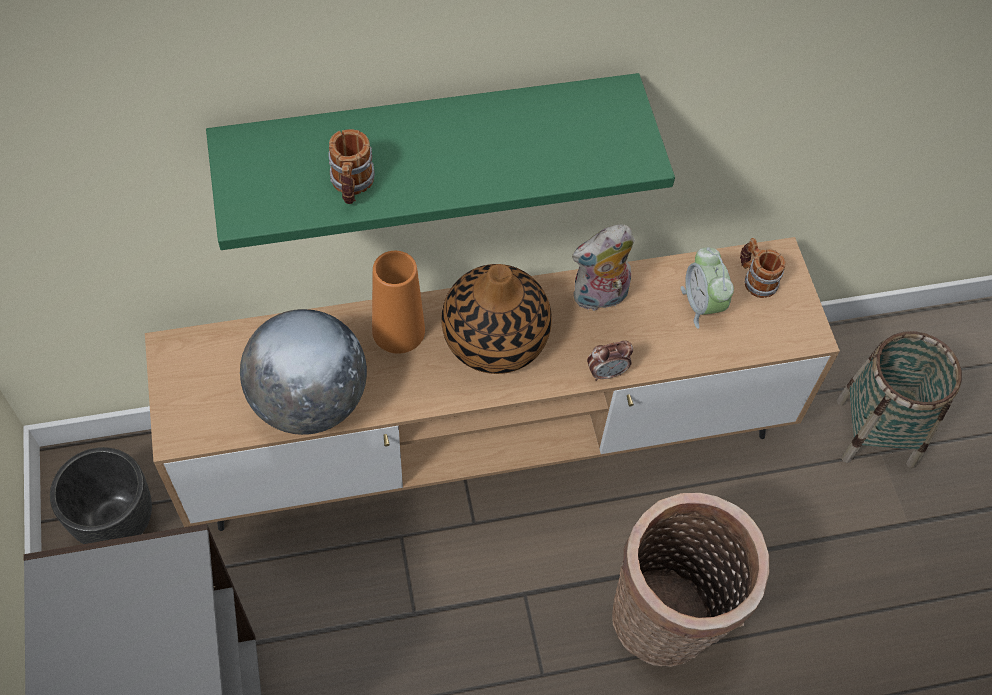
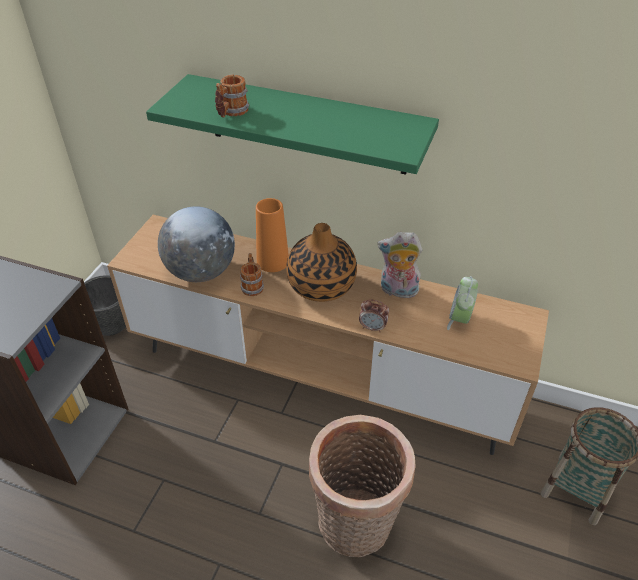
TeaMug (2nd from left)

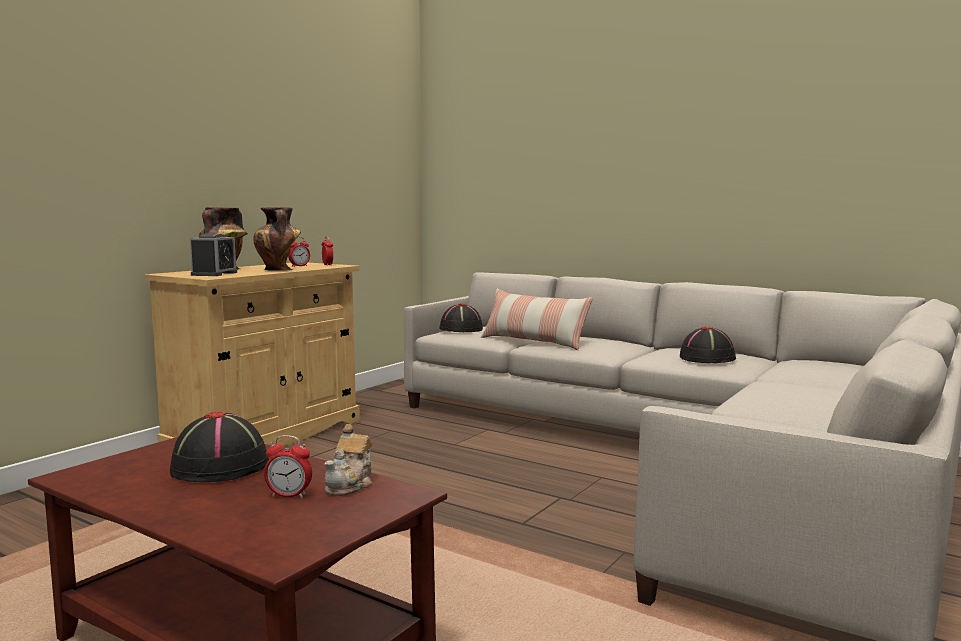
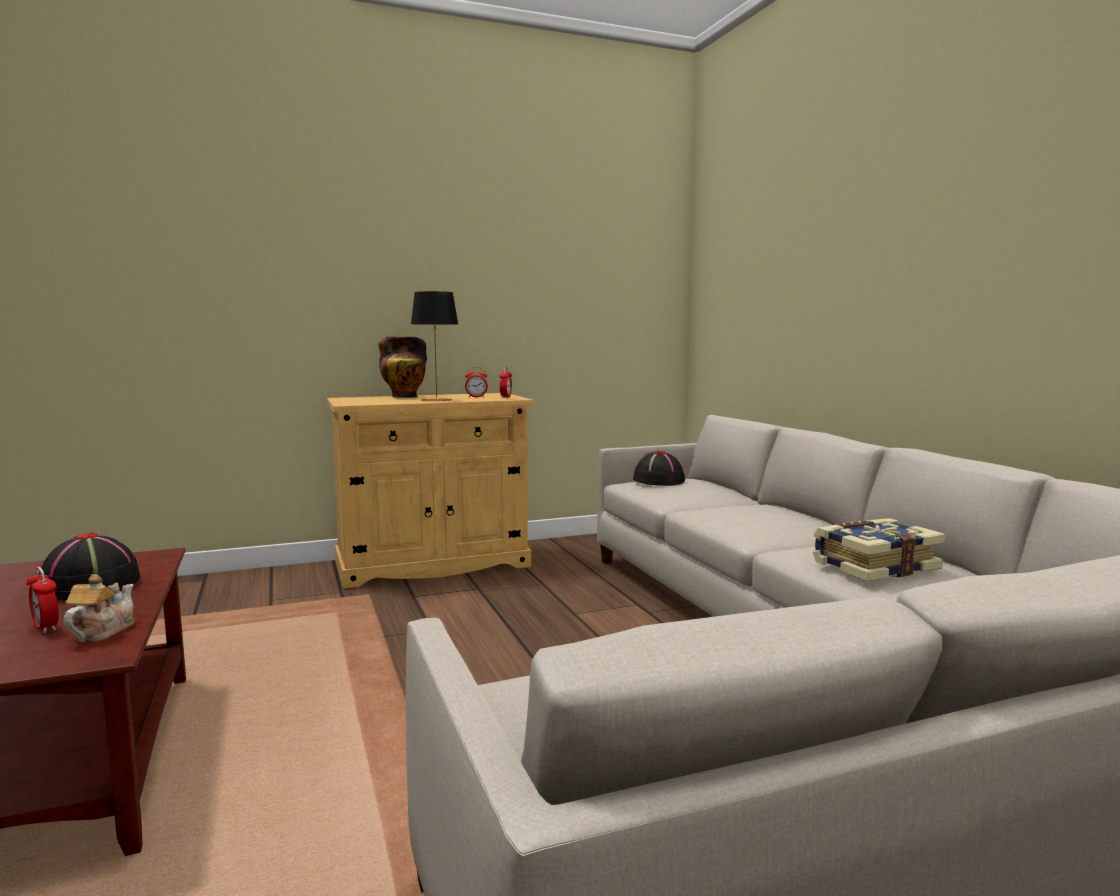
AlarmClock (1st from left in the first image)
ThrowPillow
LampForATable
BoundBook
Teapot

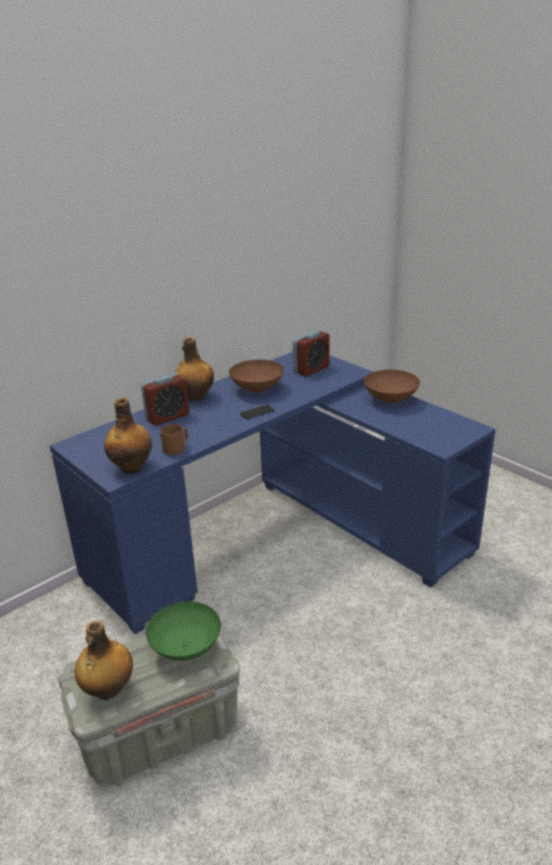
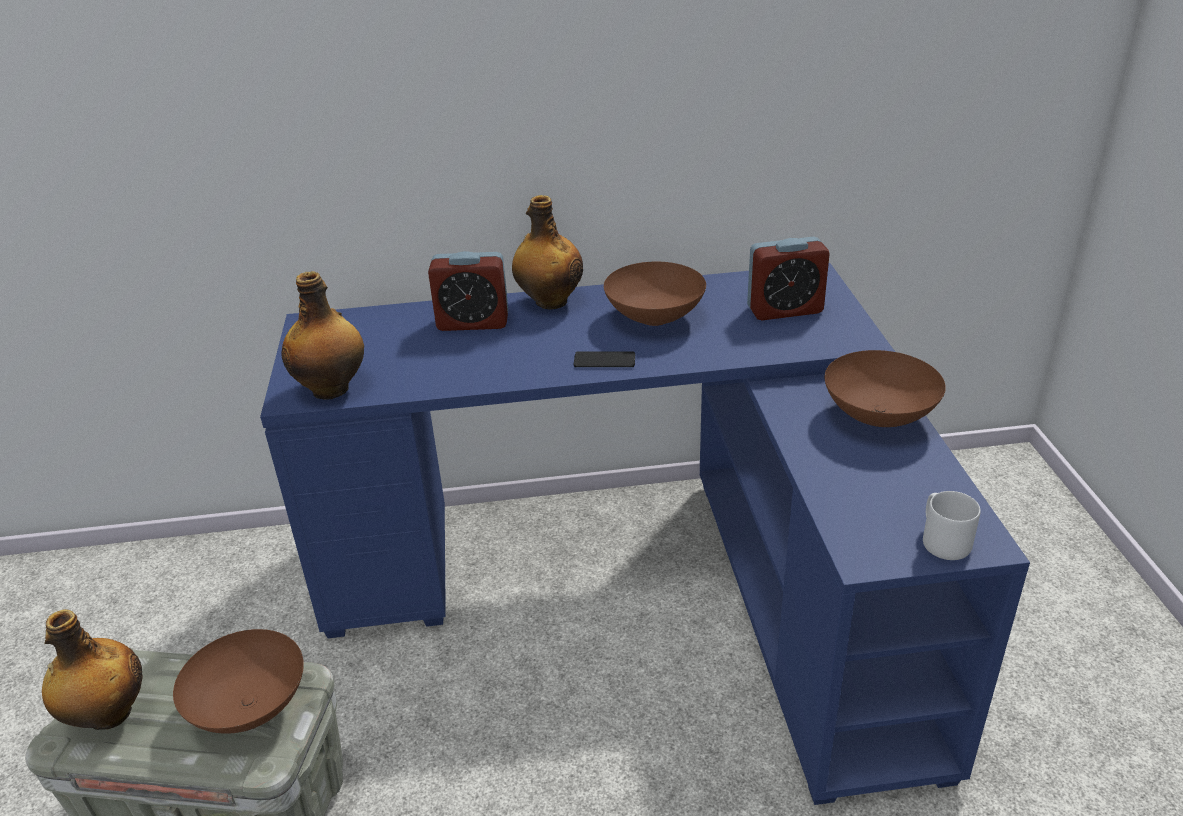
BrownColouredTeaMug
GrayTeaMug
BrownColouredDeepDish (1st from left)

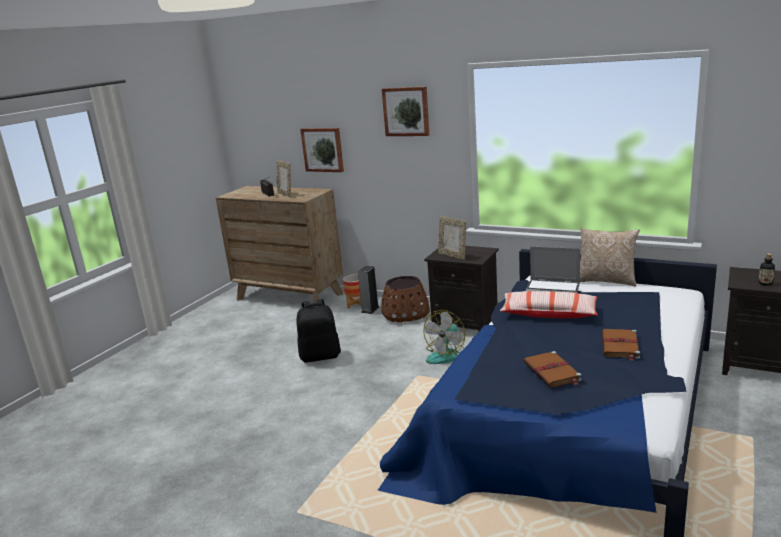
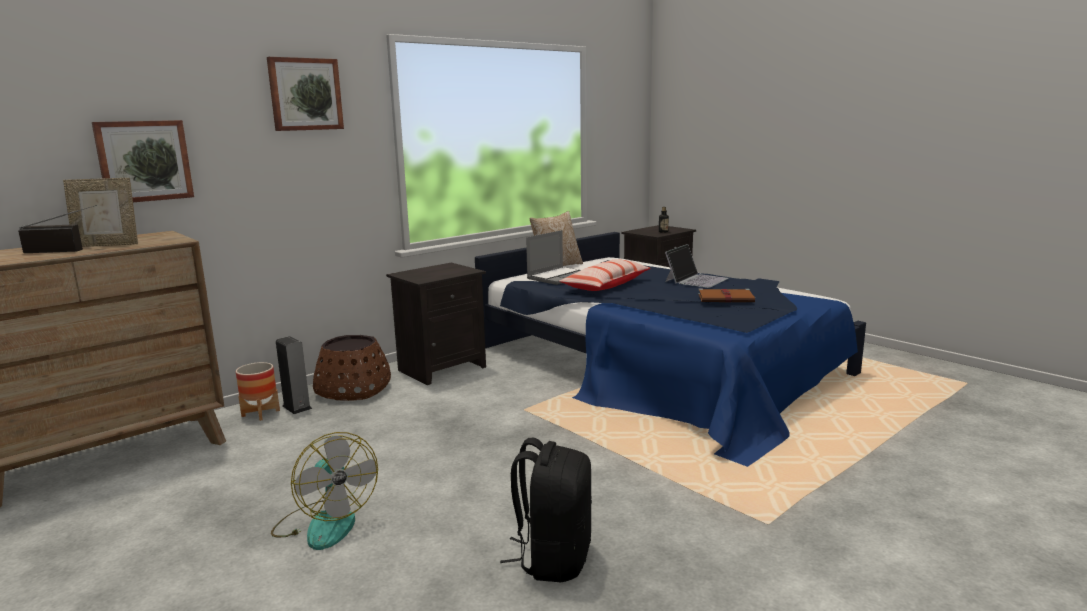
PictureFrame (2nd from left in the first image)
BlackColouredKnapsack
ElectricFan
NotebookComputer (2nd from left)

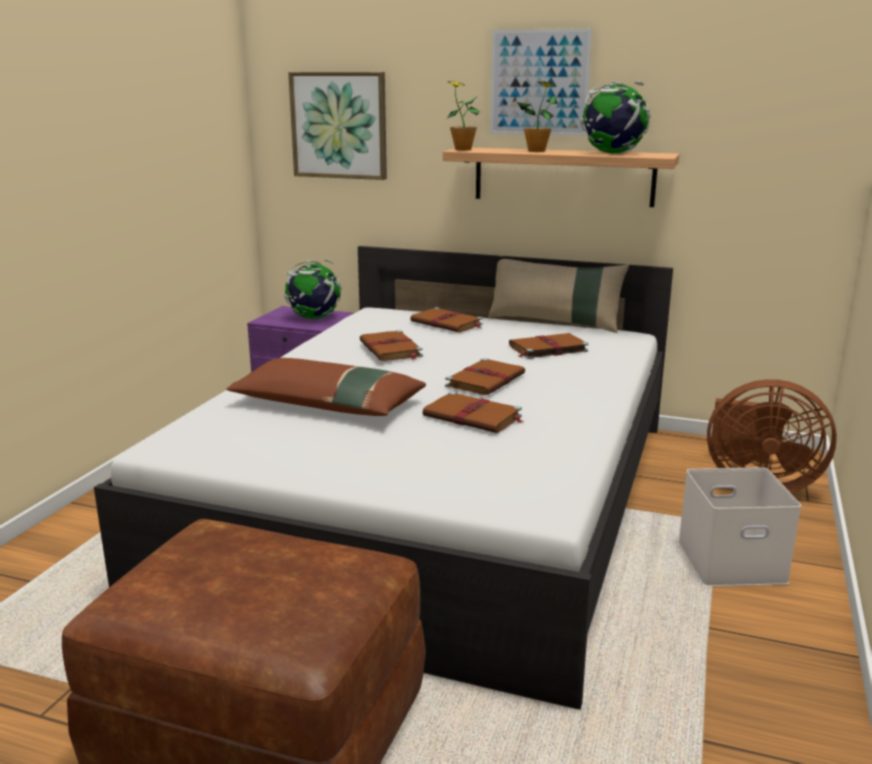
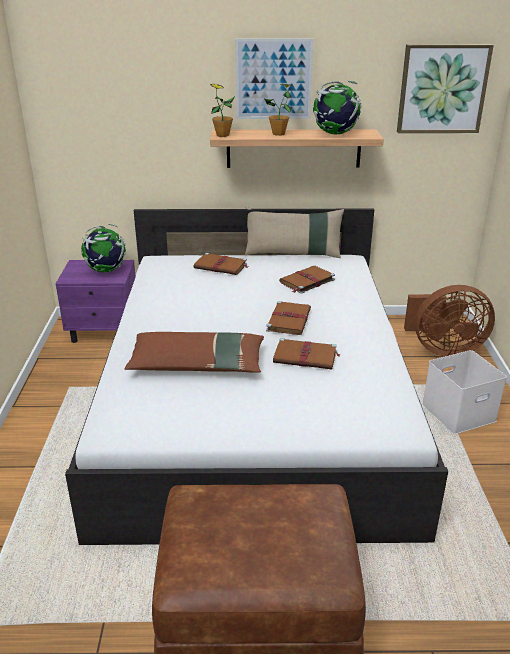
BrownColouredBoundBook (1st from left in the first image)
Picture (2nd from left)

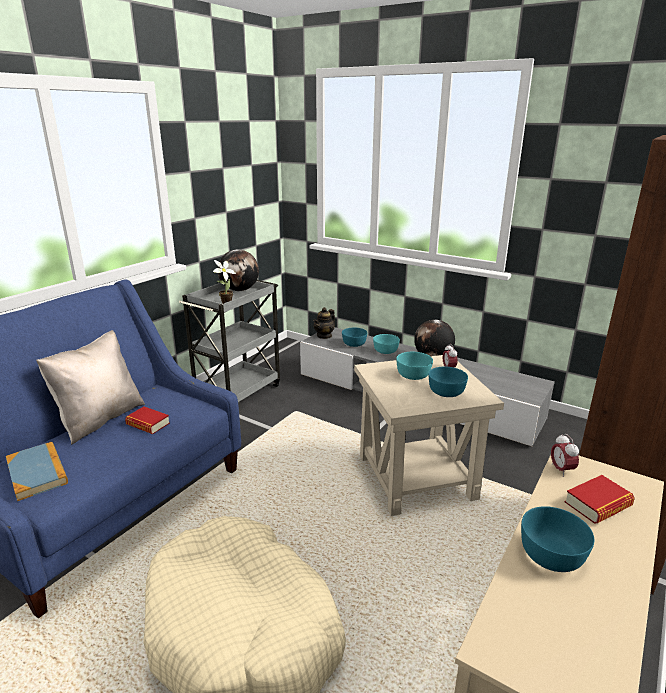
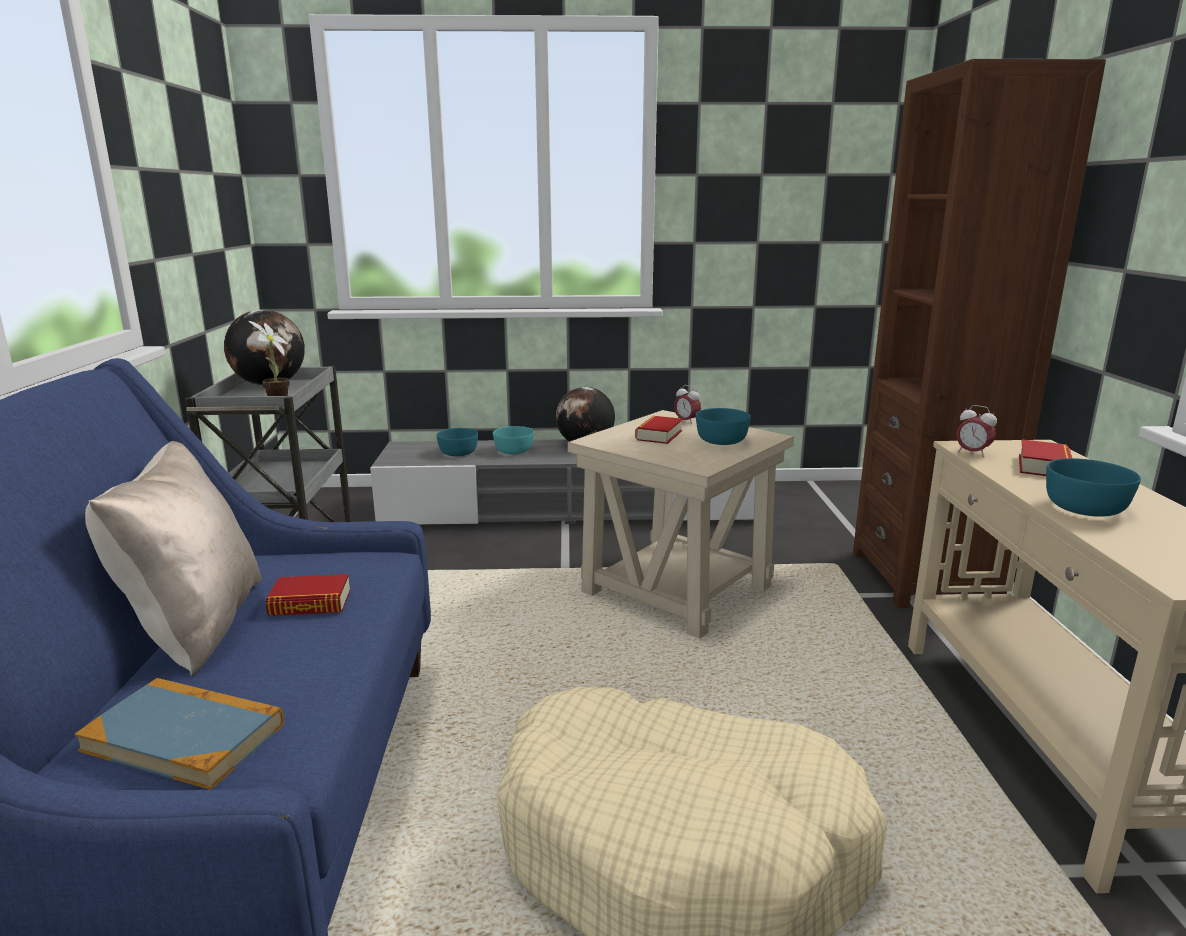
Teapot
BoundBook (3rd from left)

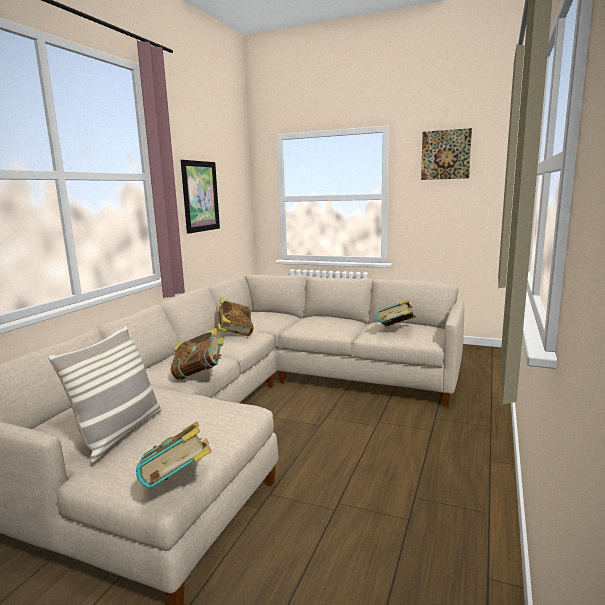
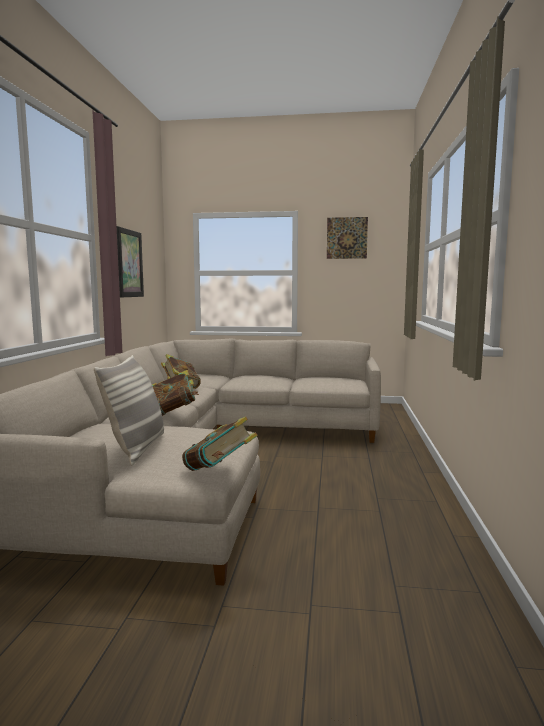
BoundBook (4th from left in the first image)

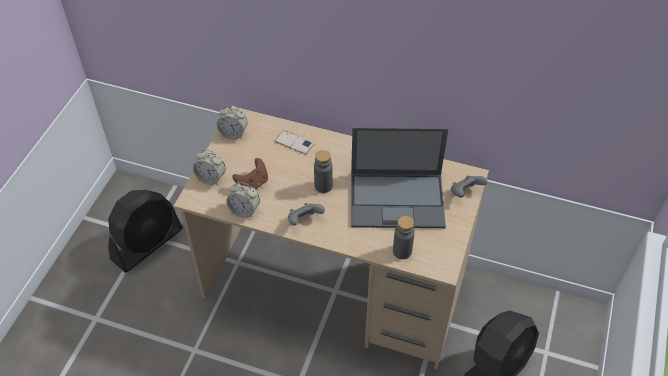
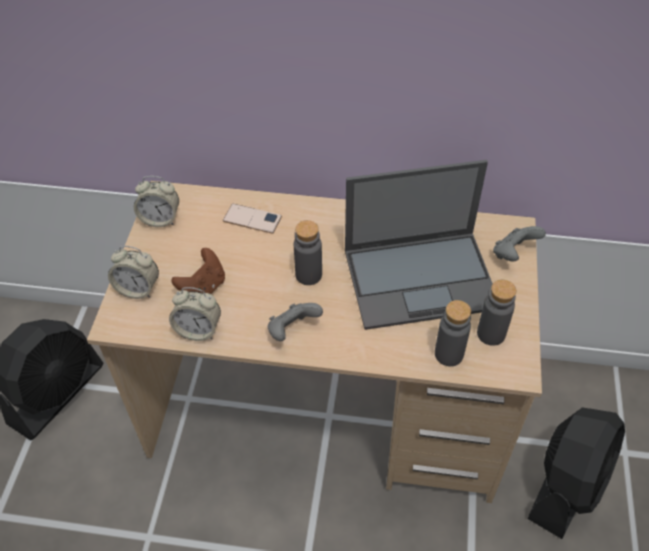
GrayBeverageBottle (3rd from left)

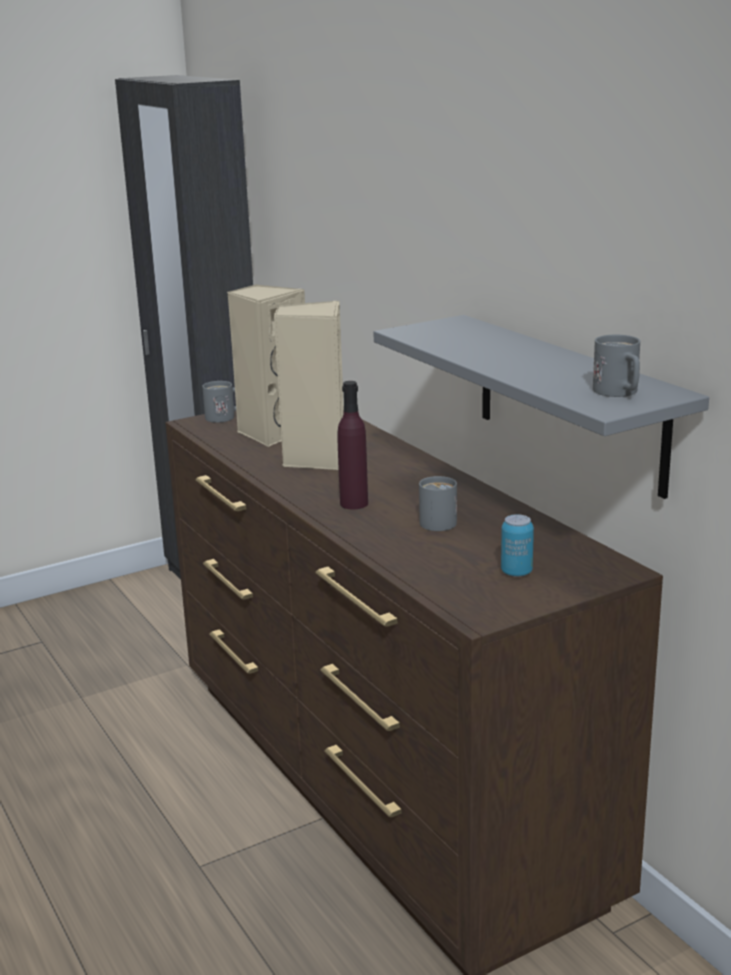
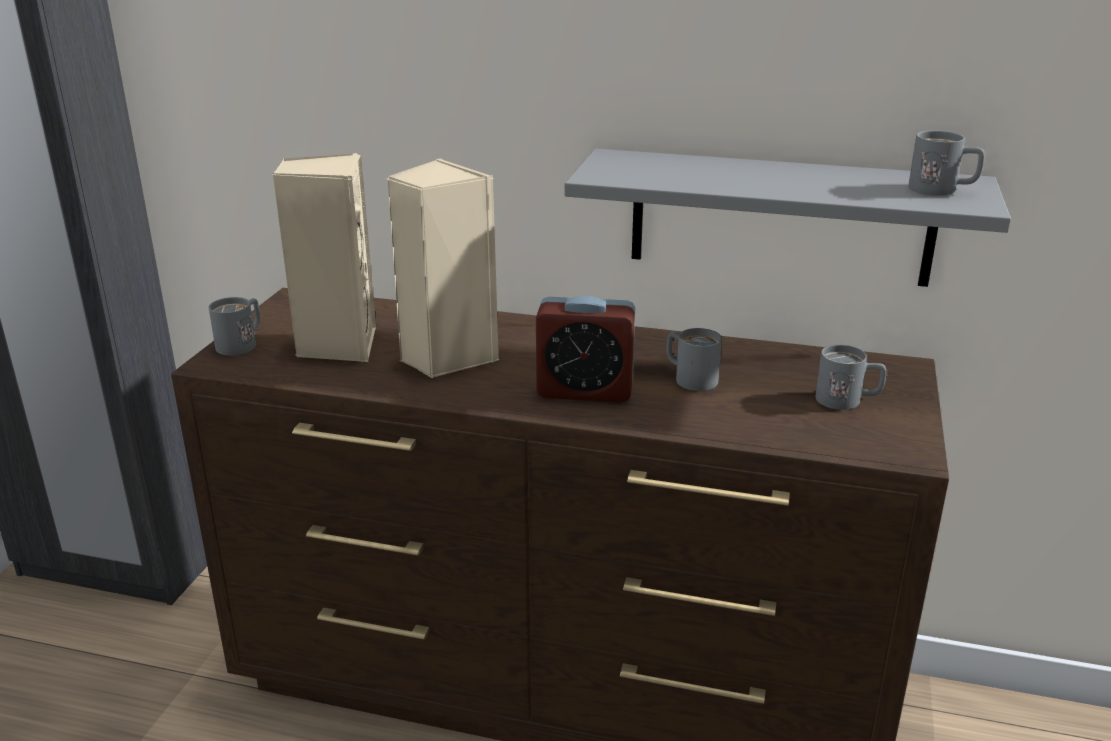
AlarmClock
GrayTeaMug (3rd from left)

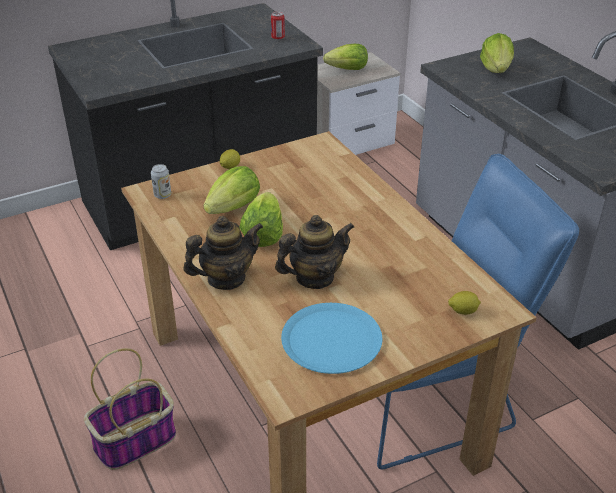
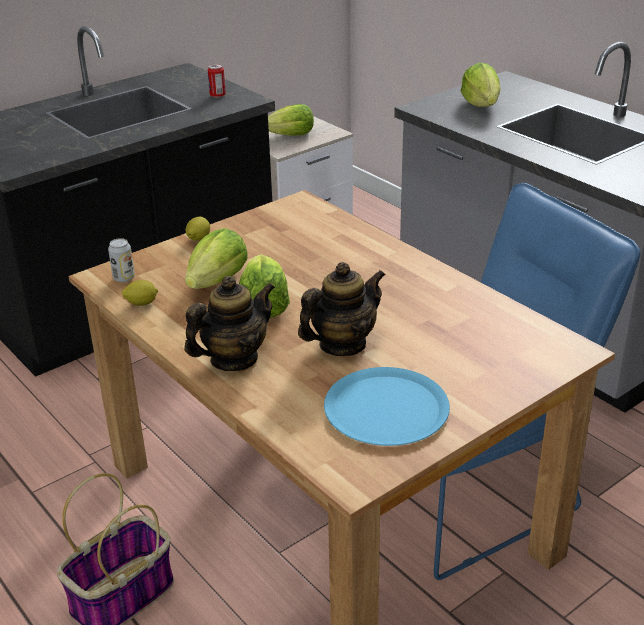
CitrusFruit (1st from left)

